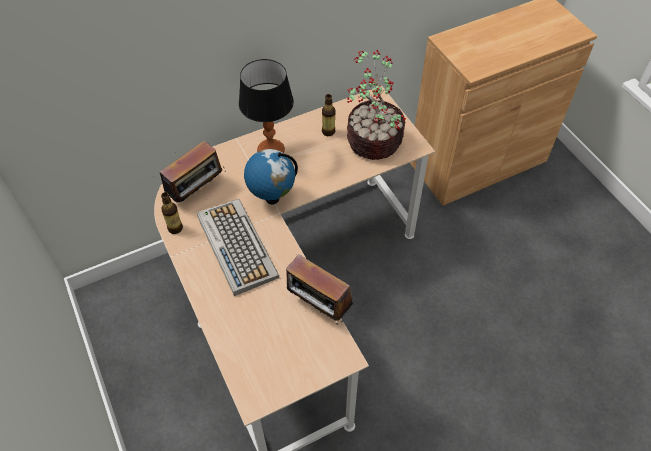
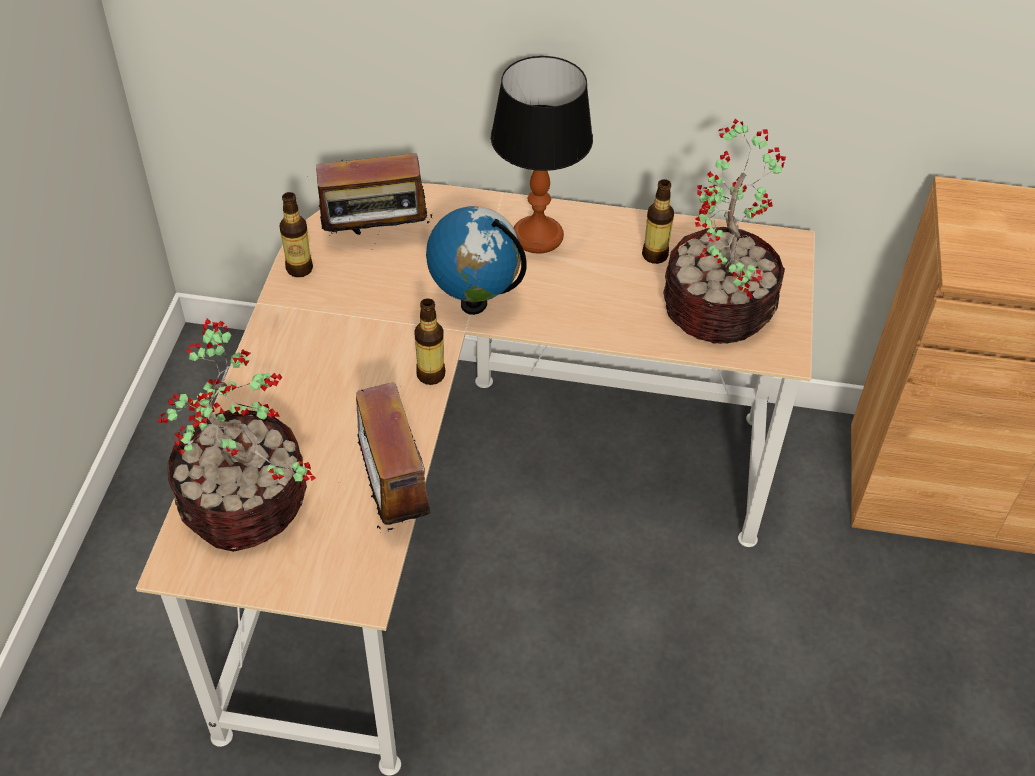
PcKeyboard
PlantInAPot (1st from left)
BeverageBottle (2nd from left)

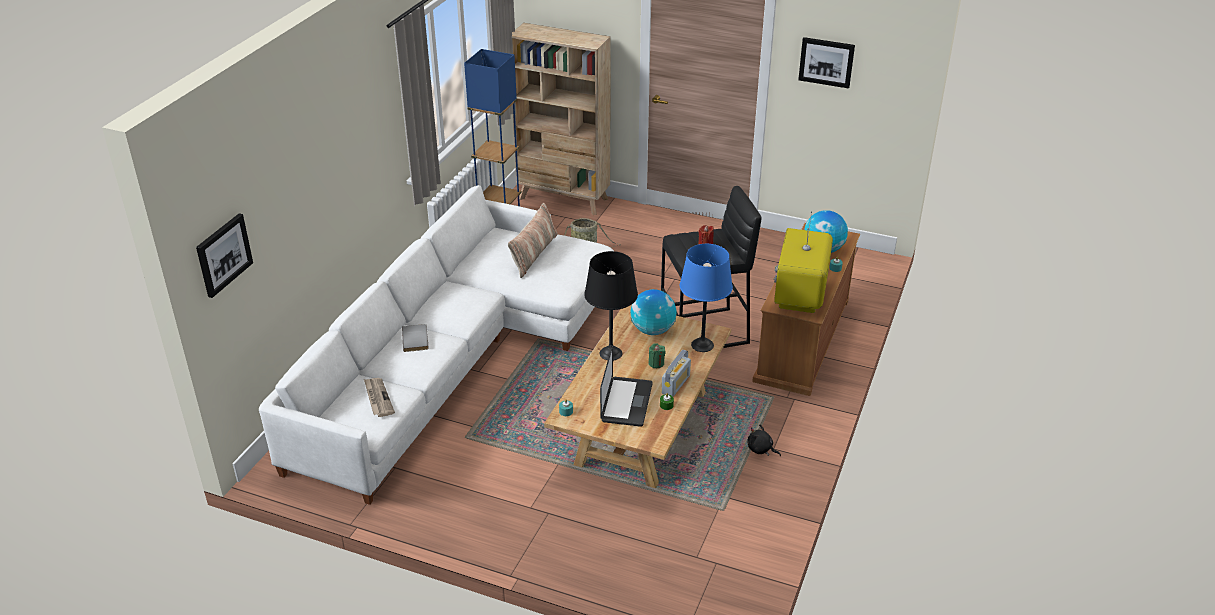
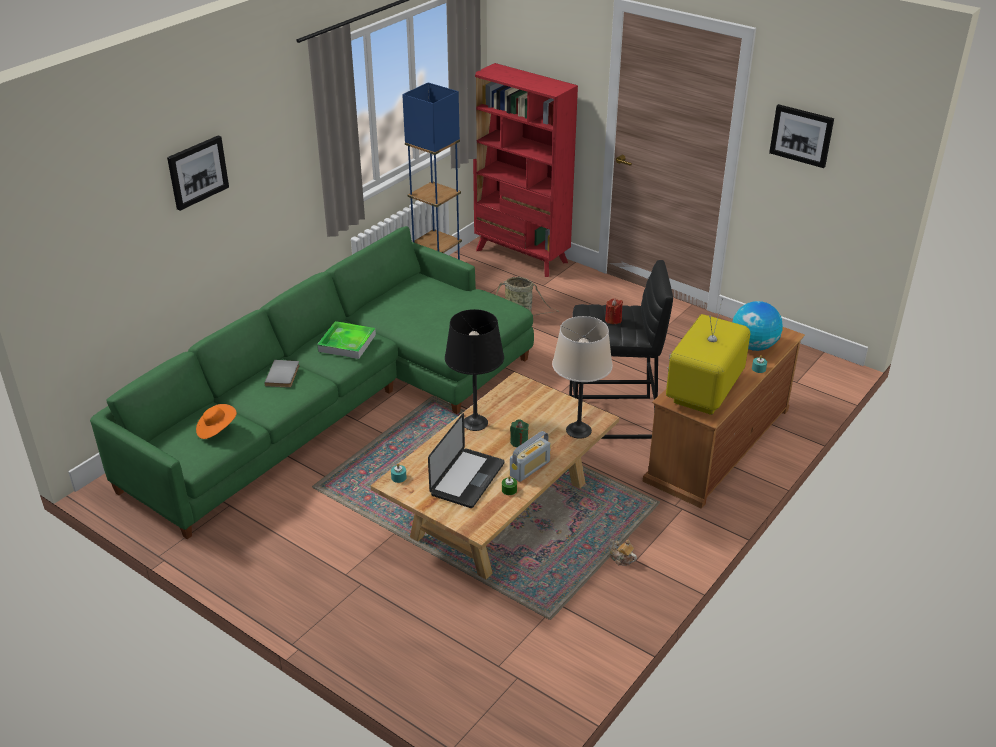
ThrowPillow
WorldGlobe (1st from left in the first image)
CarryingTray
Picture (1st from left)
OrangeColouredWearableHat
Teapot
GreenishSettee
ReddishBookcase
BeigeLampForATable

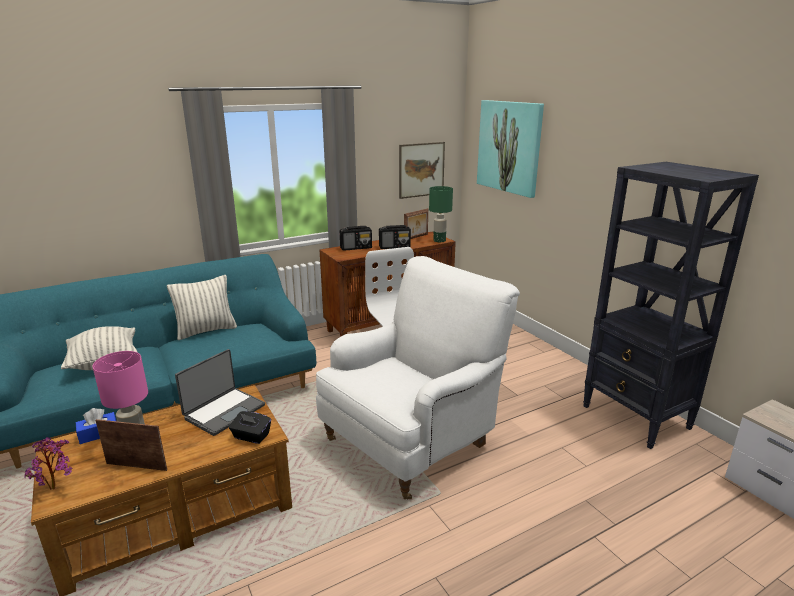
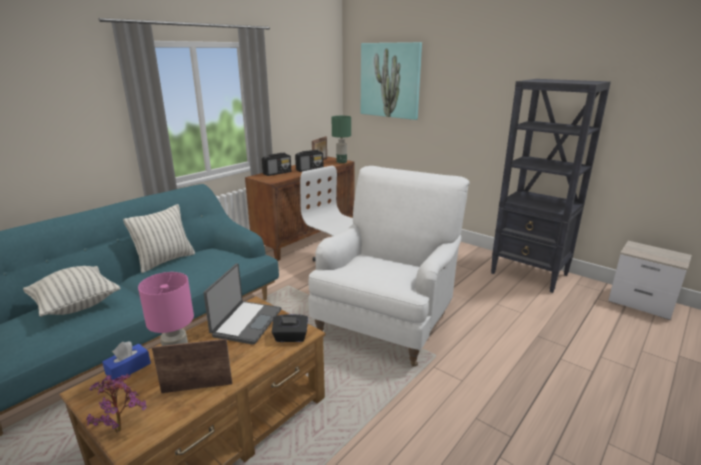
Picture (1st from left in the first image)

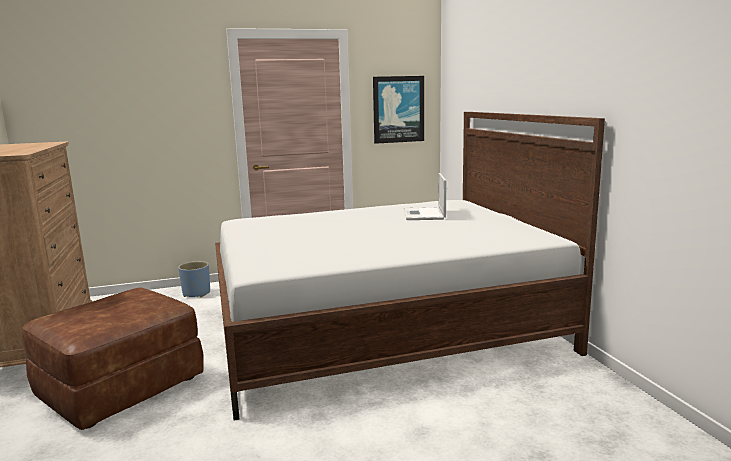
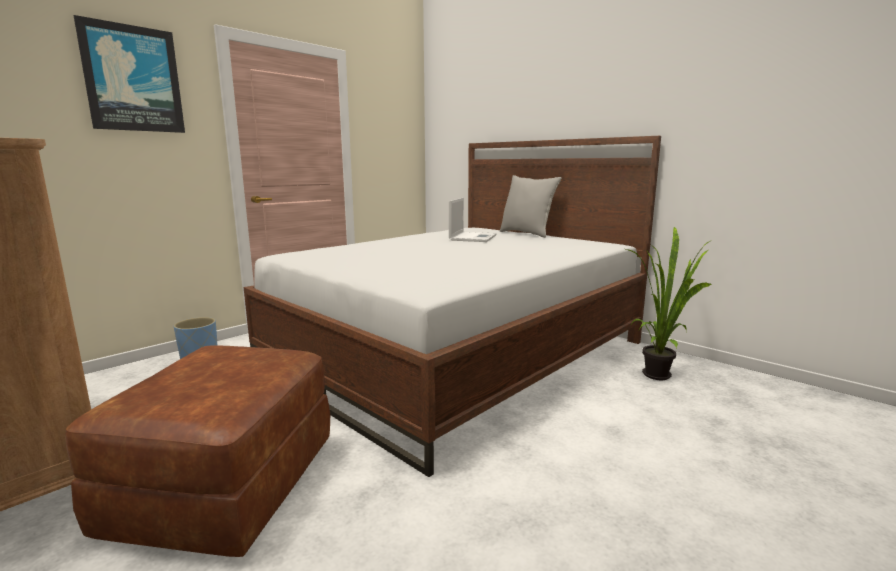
GrayThrowPillow
PlantInAPot
Picture
NotebookComputer

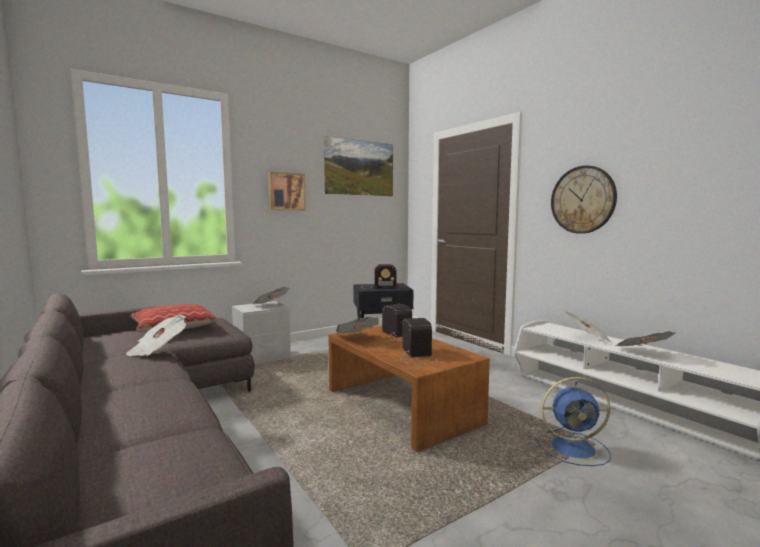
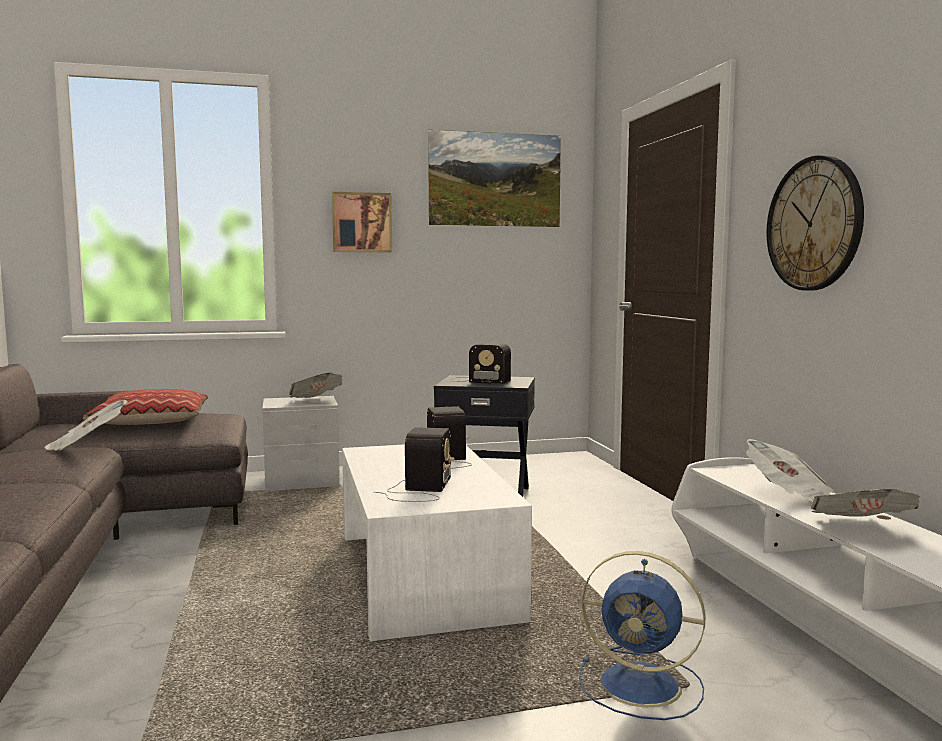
Newspaper (3rd from left in the first image)
WhiteLowTable

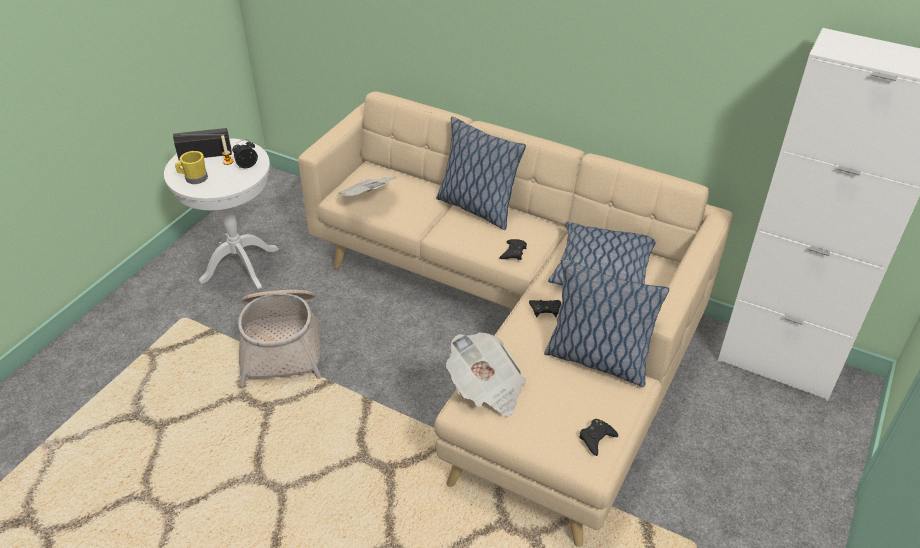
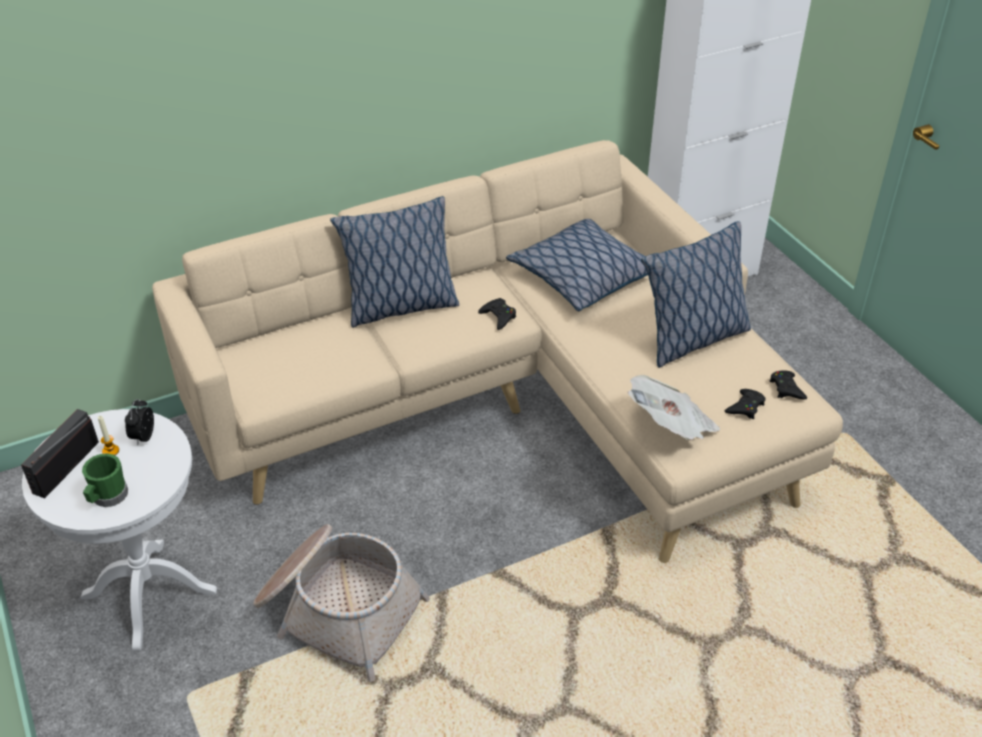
Newspaper (1st from left in the first image)
BlackColouredGamepad (2nd from left)
GreenishTeaMug

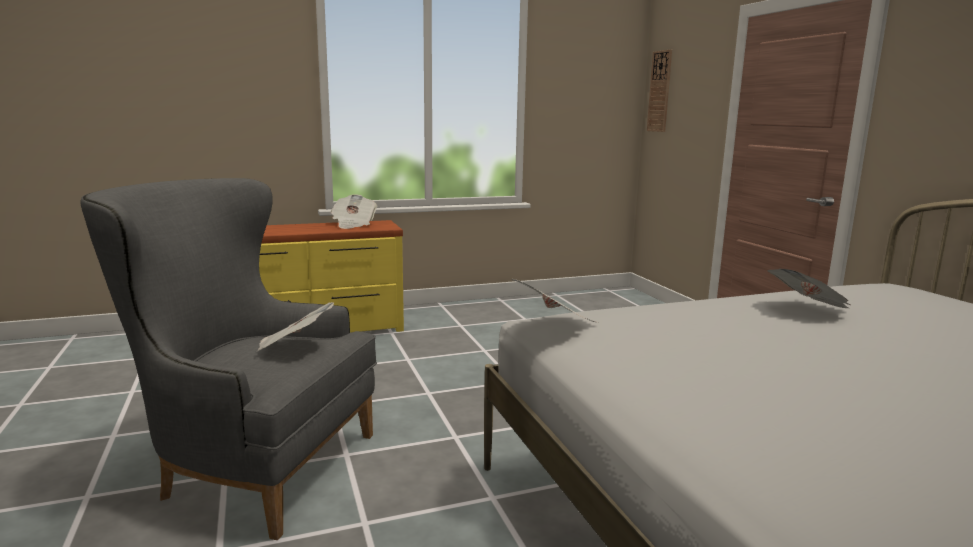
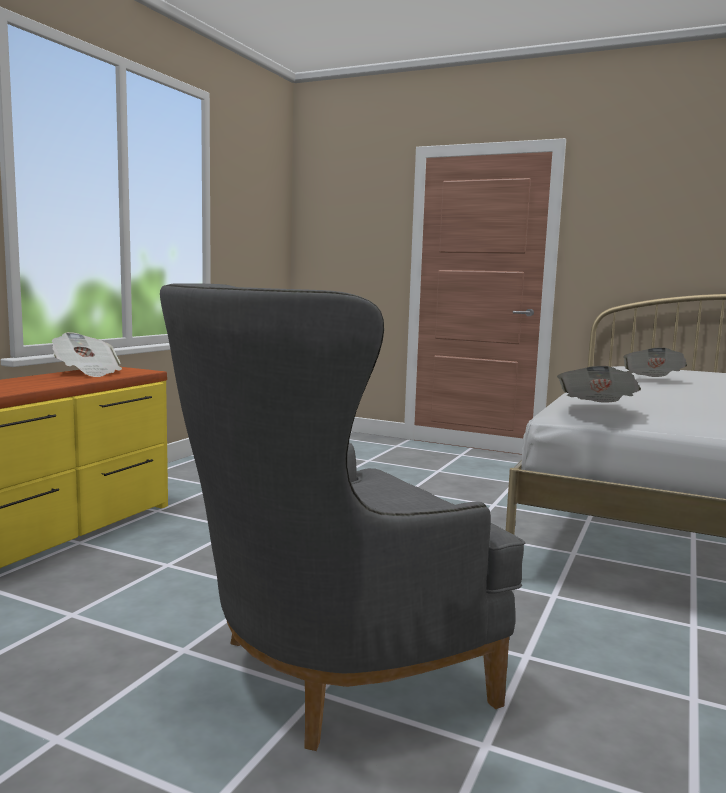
Newspaper (1st from left in the first image)
WallClock

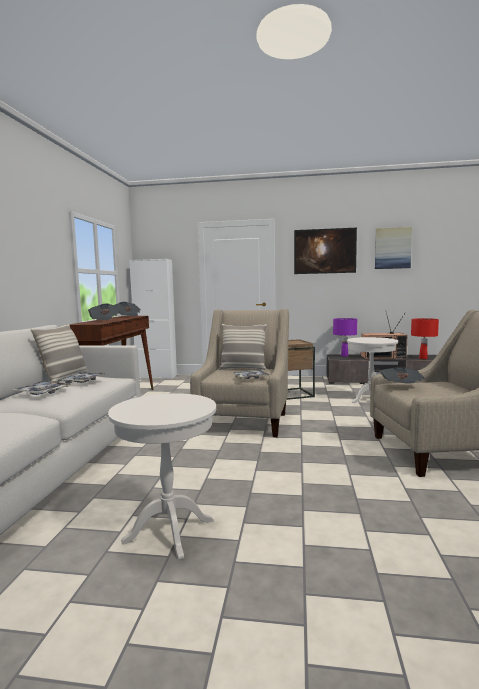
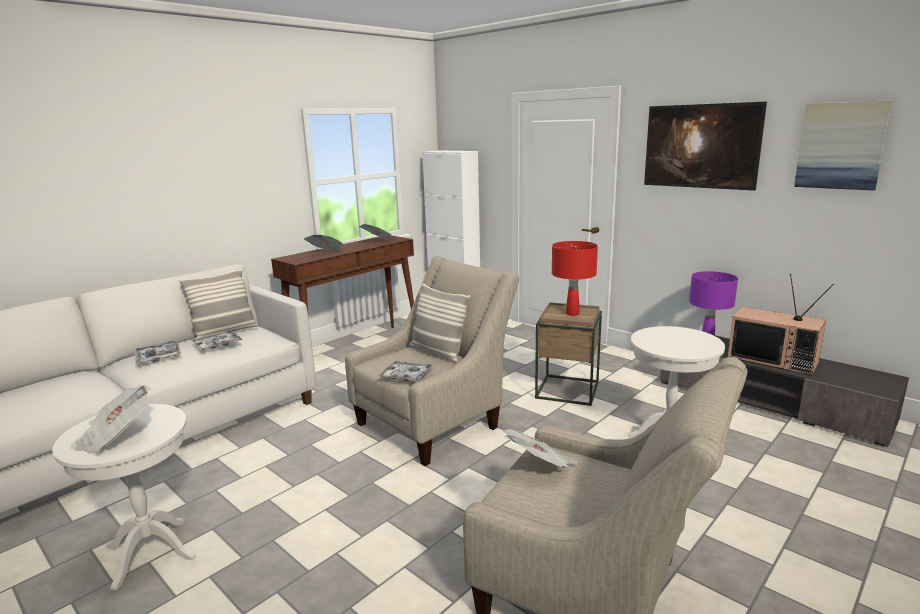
Newspaper (1st from left)
ReddishLampForATable

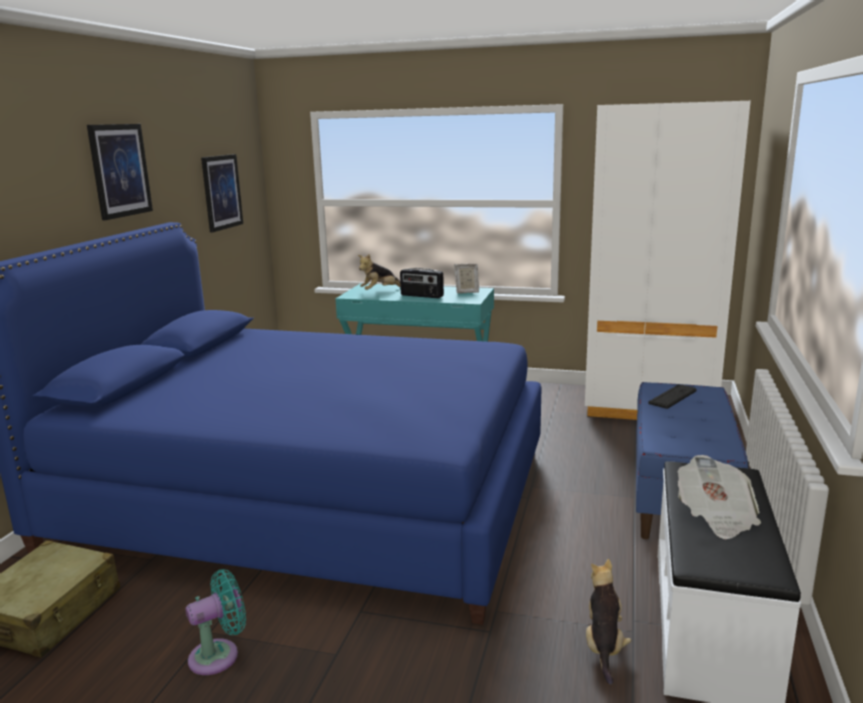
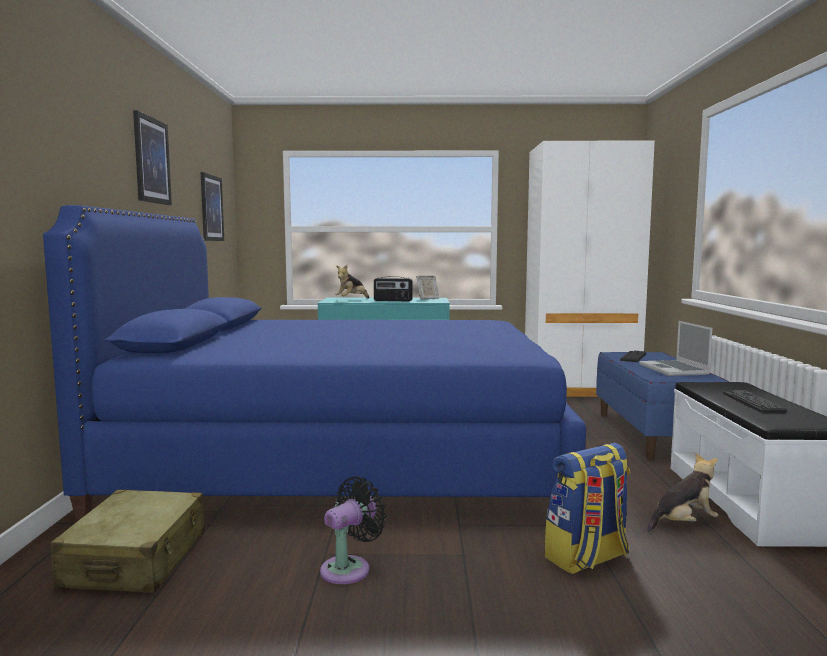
Knapsack
NotebookComputer
PcKeyboard (2nd from left)
BlackColouredElectricFan
SoftToy (2nd from left)

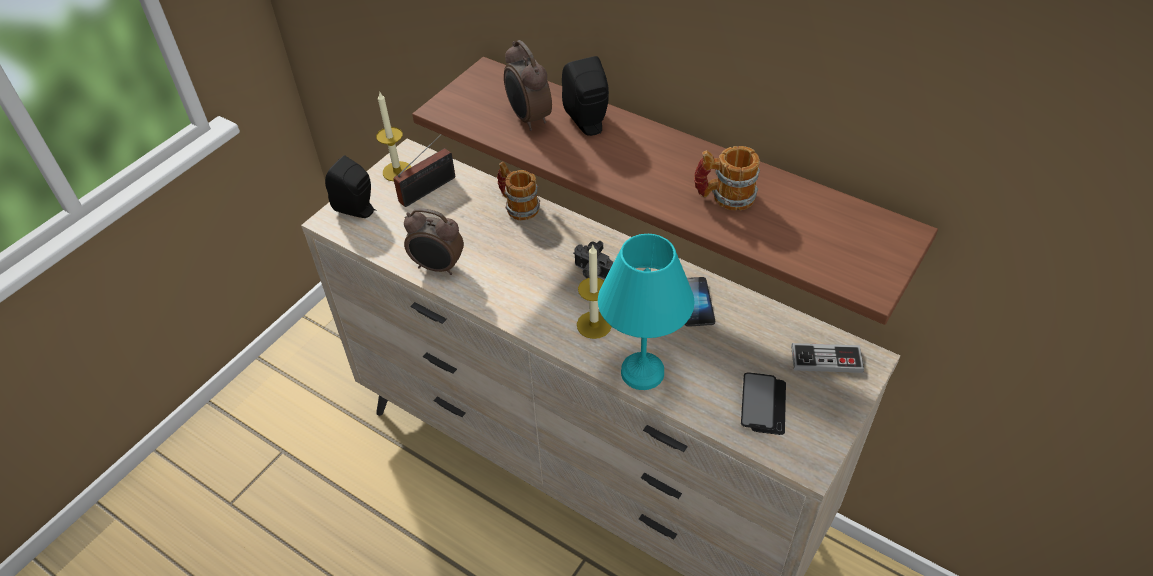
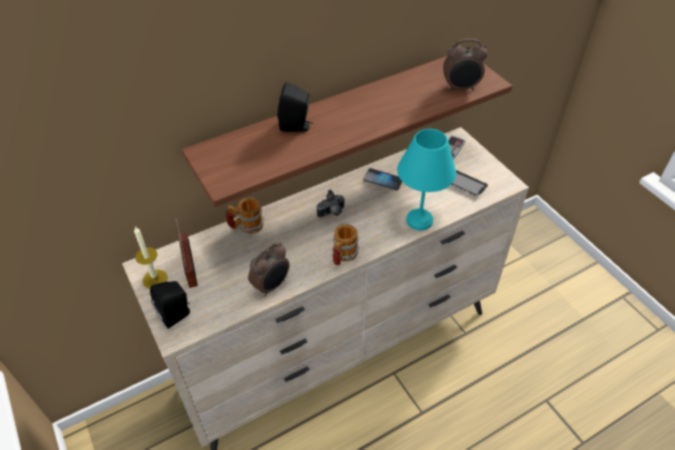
WaxCandle (2nd from left in the first image)
AlarmClock (2nd from left)
TeaMug (2nd from left)

